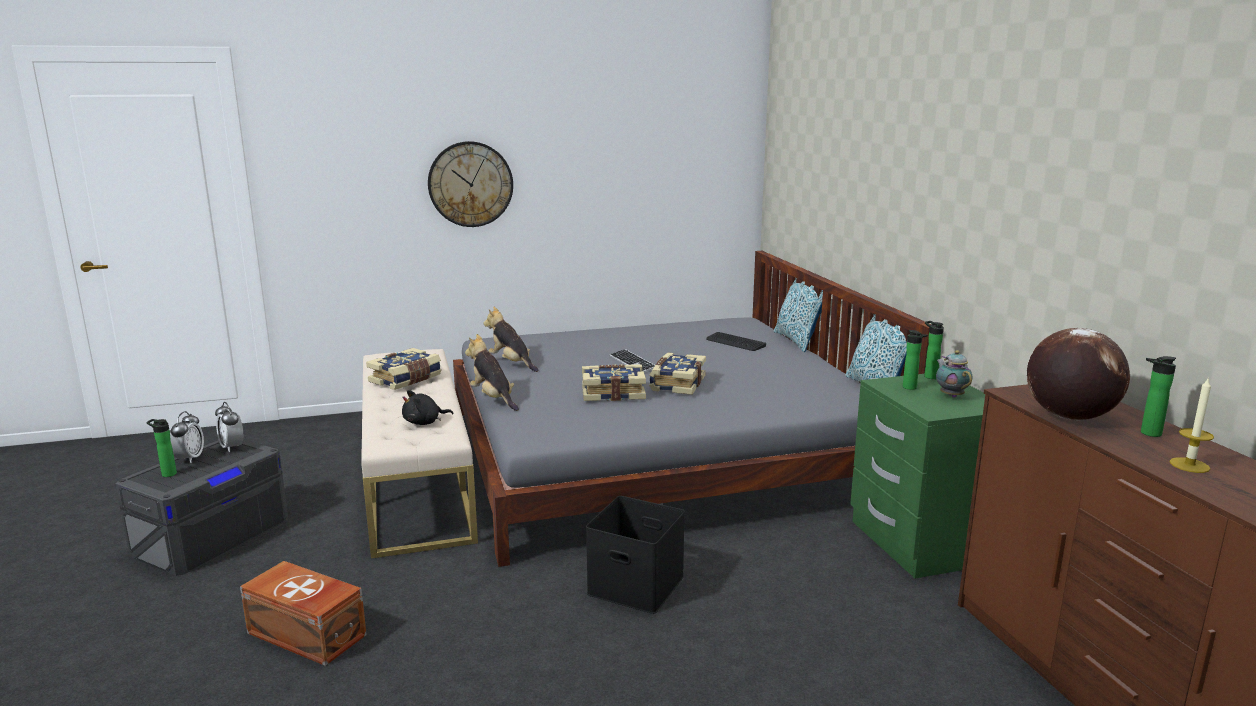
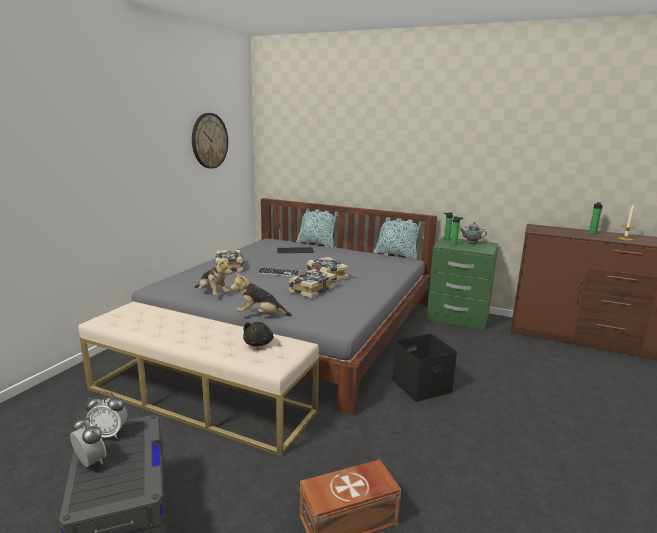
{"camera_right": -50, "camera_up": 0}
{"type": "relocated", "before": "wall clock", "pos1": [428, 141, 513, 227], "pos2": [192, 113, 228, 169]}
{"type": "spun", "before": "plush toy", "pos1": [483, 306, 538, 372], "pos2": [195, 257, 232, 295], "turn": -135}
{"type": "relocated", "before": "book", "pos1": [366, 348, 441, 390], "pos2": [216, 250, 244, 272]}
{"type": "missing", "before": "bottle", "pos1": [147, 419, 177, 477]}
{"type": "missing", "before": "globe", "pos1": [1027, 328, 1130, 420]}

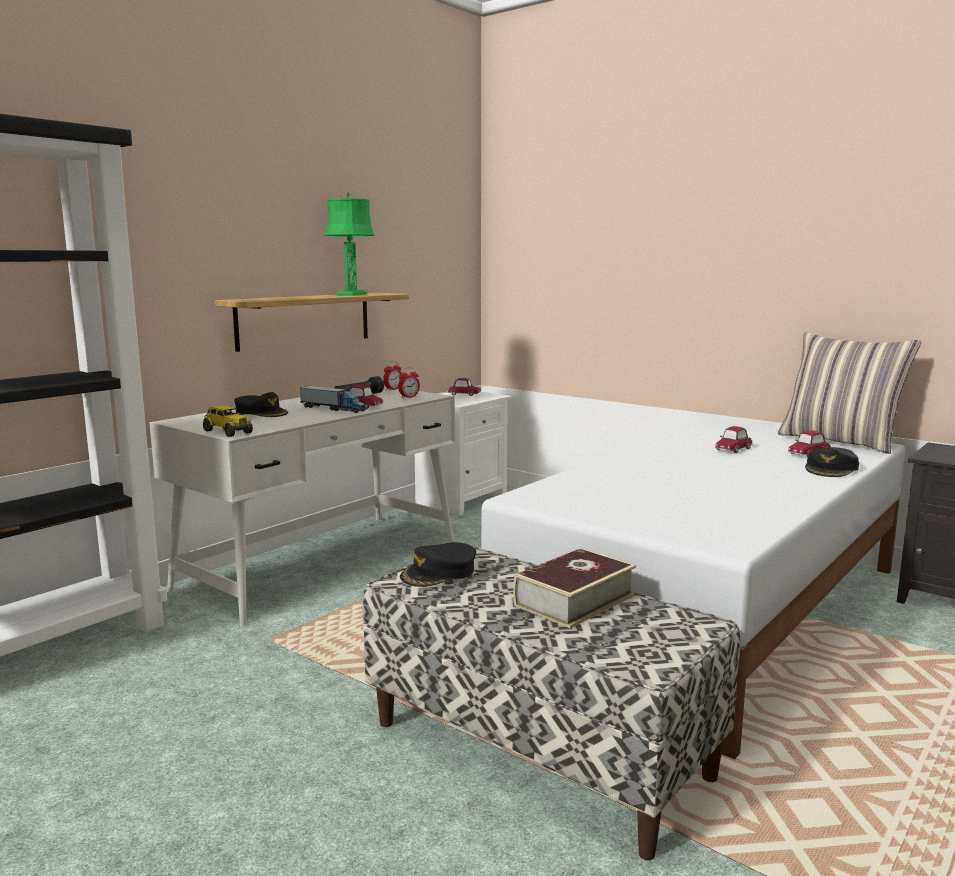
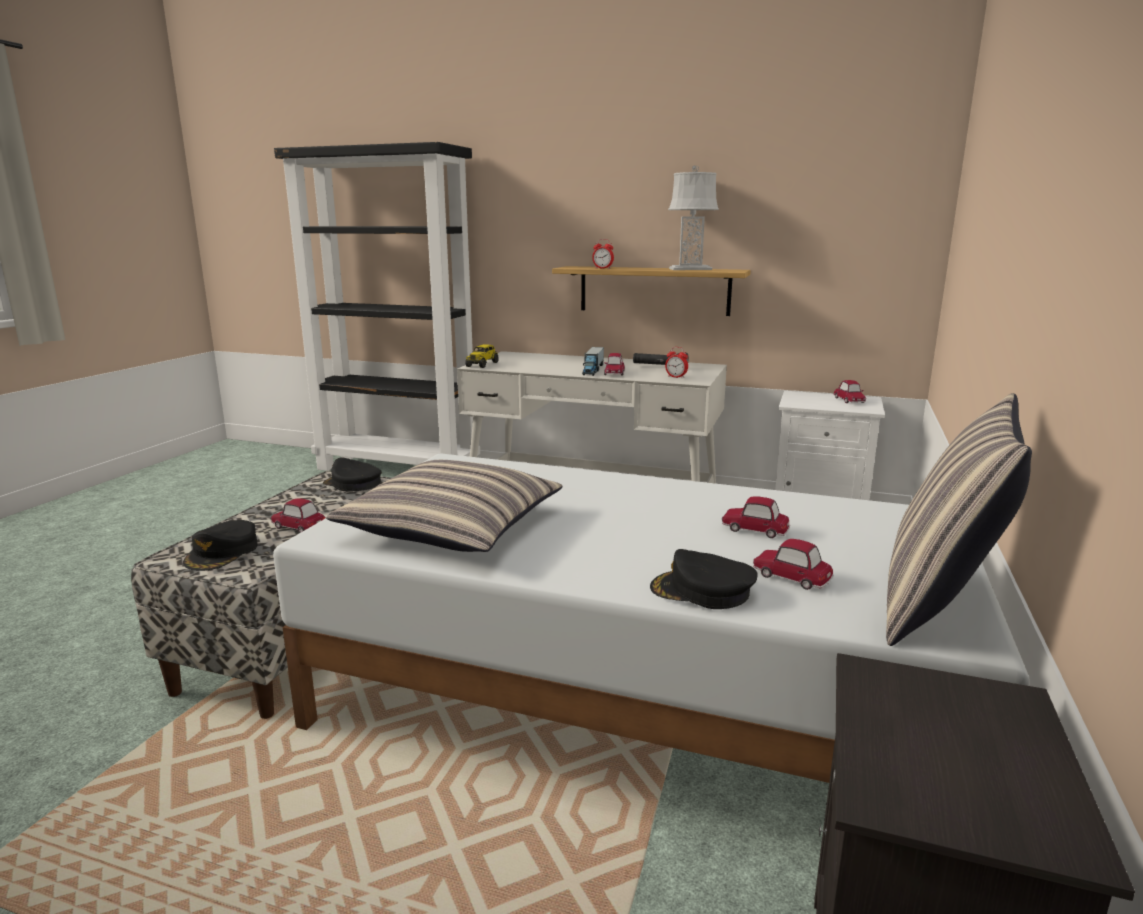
{"camera_right": 70, "camera_up": 5}
{"type": "relocated", "before": "black cap", "pos1": [234, 392, 288, 417], "pos2": [183, 520, 258, 571]}
{"type": "exchanged", "before": "book", "after": "toy car", "pos1": [513, 548, 636, 628], "pos2": [271, 498, 326, 533]}
{"type": "appeared", "after": "pillow", "pos2": [326, 460, 563, 552]}
{"type": "relocated", "before": "alarm clock", "pos1": [383, 361, 402, 391], "pos2": [592, 239, 614, 269]}
{"type": "colour", "before": "green table lamp", "after": "grey table lamp", "pos1": [324, 192, 375, 296], "pos2": [668, 166, 719, 270]}

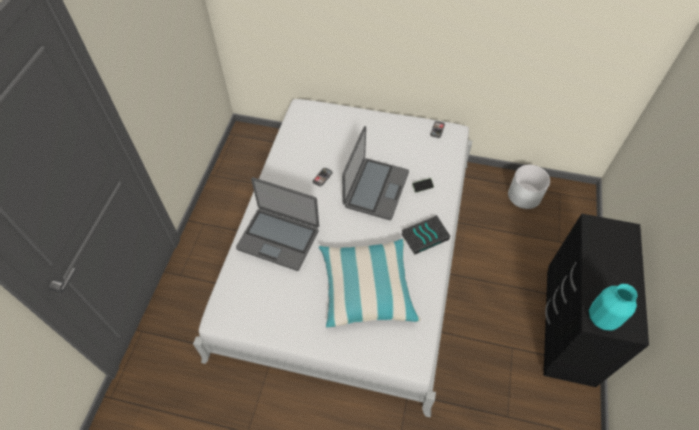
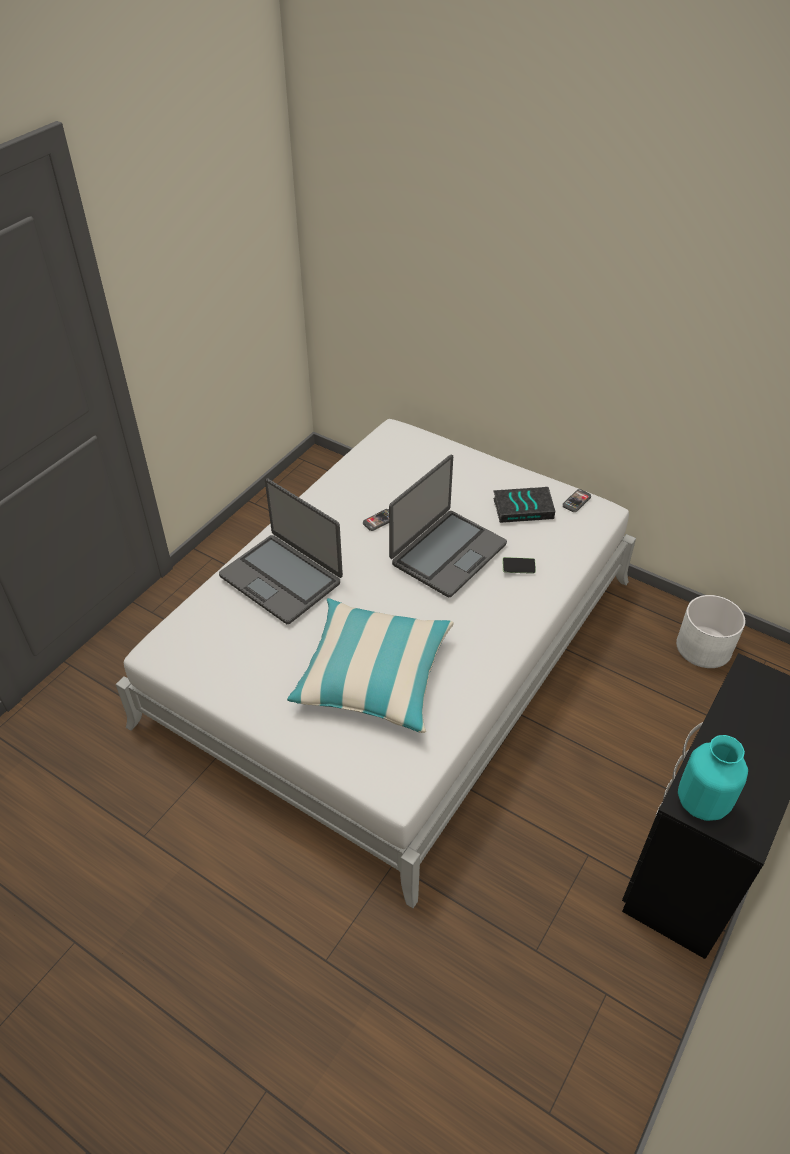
{"camera_right": 20, "camera_up": -10}
{"type": "relocated", "before": "book", "pos1": [402, 215, 450, 255], "pos2": [493, 487, 555, 523]}

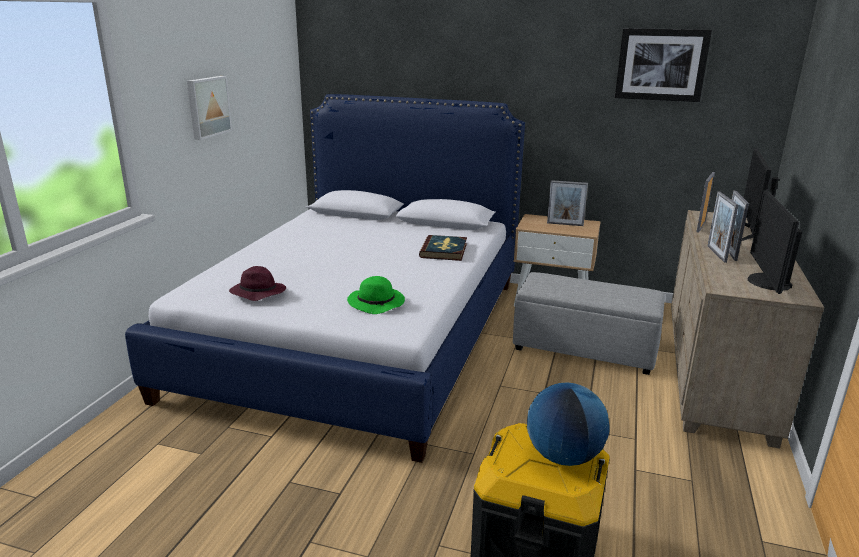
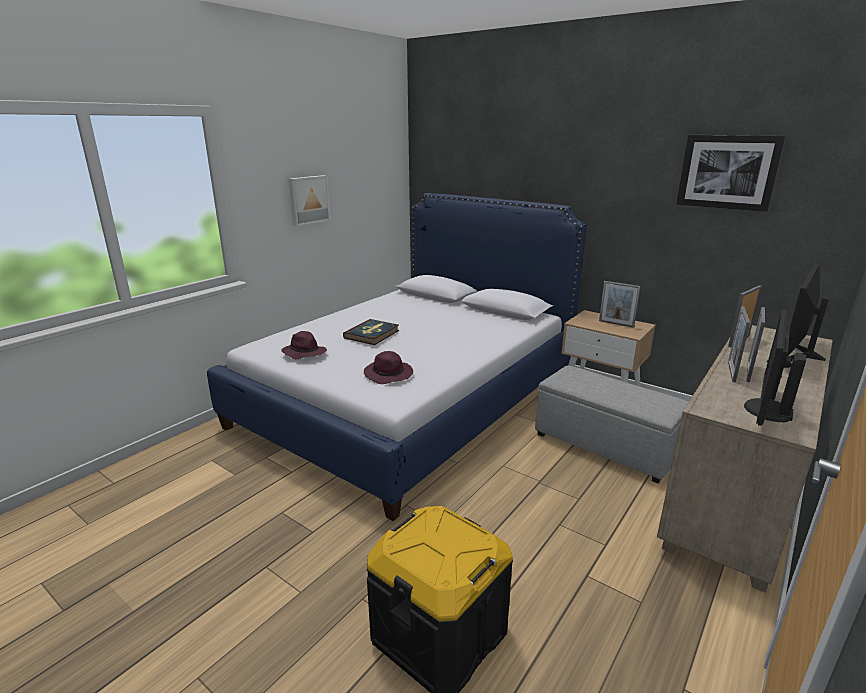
{"camera_right": 20, "camera_up": 0}
{"type": "relocated", "before": "book", "pos1": [419, 235, 467, 261], "pos2": [343, 319, 399, 345]}
{"type": "colour", "before": "green hat", "after": "purple hat", "pos1": [347, 276, 405, 314], "pos2": [364, 351, 413, 384]}
{"type": "missing", "before": "globe", "pos1": [527, 383, 610, 466]}

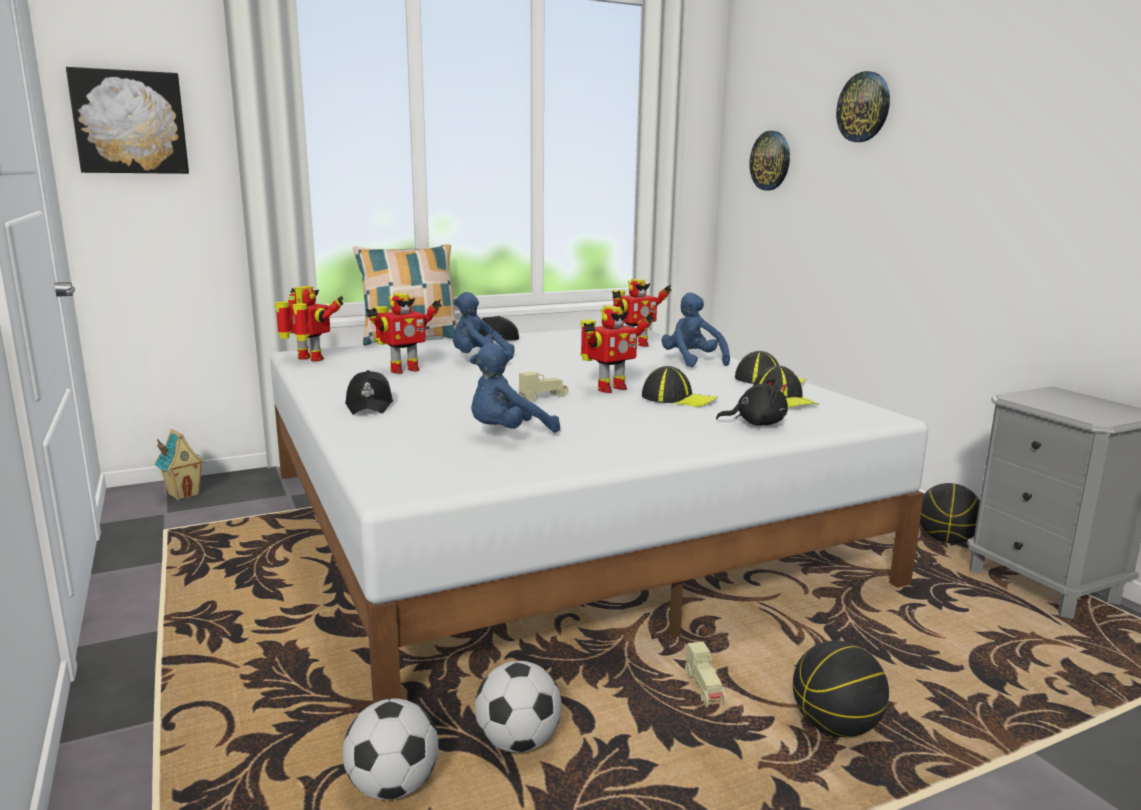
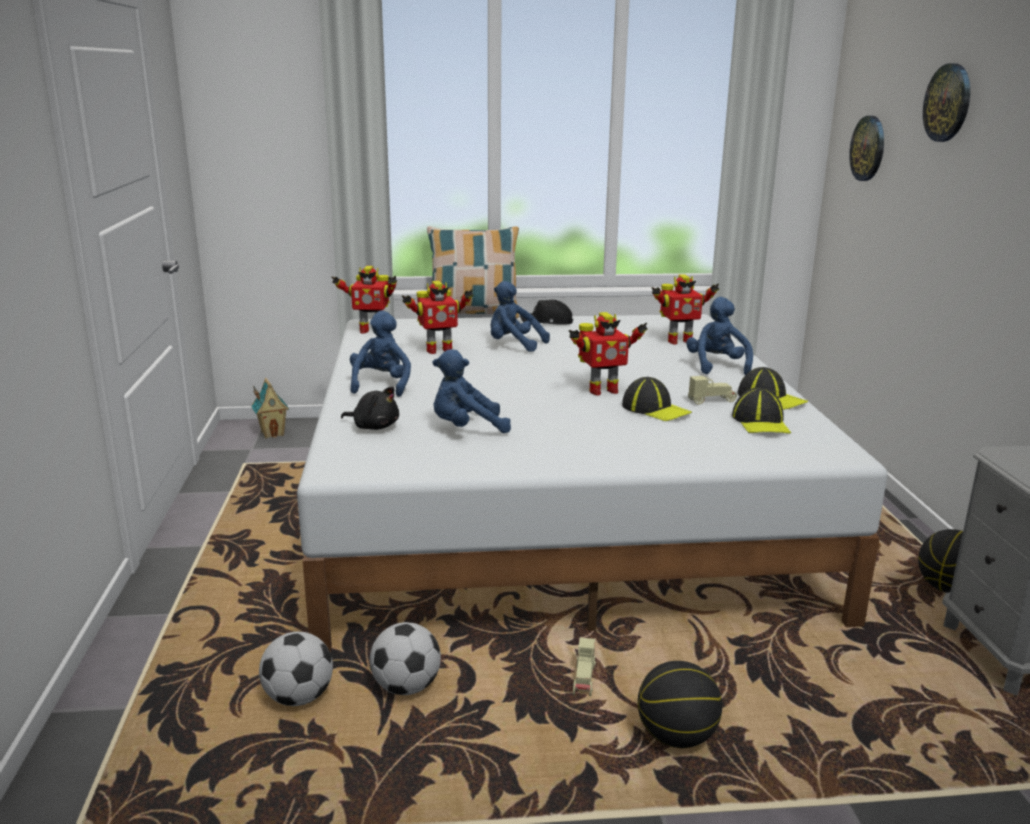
{"camera_right": 20, "camera_up": 5}
{"type": "spun", "before": "toy robot", "pos1": [275, 286, 344, 362], "pos2": [331, 266, 397, 334], "turn": 135}
{"type": "relocated", "before": "black plush toy", "pos1": [716, 378, 788, 426], "pos2": [341, 387, 399, 430]}
{"type": "exchanged", "before": "black cap", "after": "blue plush toy", "pos1": [345, 370, 393, 415], "pos2": [350, 311, 411, 397]}
{"type": "relocated", "before": "beige toy car", "pos1": [518, 371, 568, 402], "pos2": [688, 376, 737, 404]}
{"type": "missing", "before": "picture", "pos1": [66, 67, 189, 174]}

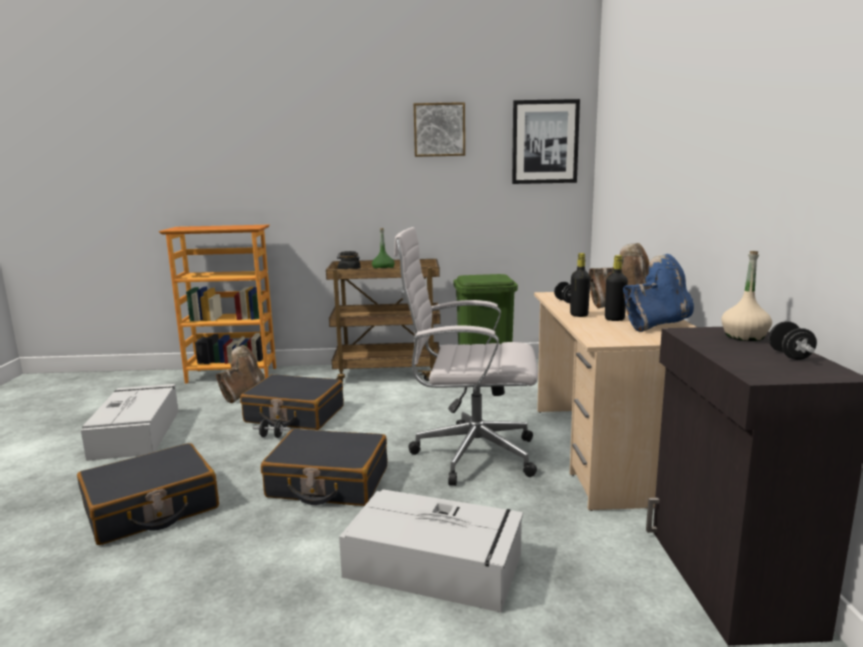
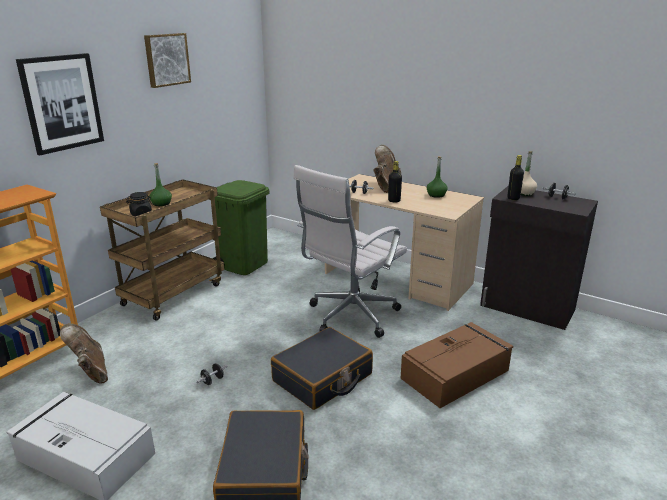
{"camera_right": -55, "camera_up": 10}
{"type": "relocated", "before": "picture", "pos1": [512, 99, 580, 184], "pos2": [16, 53, 104, 155]}
{"type": "colour", "before": "grey storage box", "after": "brown storage box", "pos1": [339, 489, 523, 613], "pos2": [400, 322, 513, 408]}
{"type": "exchanged", "before": "blue boot", "after": "green bottle", "pos1": [623, 254, 694, 332], "pos2": [427, 156, 448, 198]}
{"type": "relocated", "before": "black bottle", "pos1": [605, 255, 628, 321], "pos2": [507, 155, 524, 200]}
{"type": "missing", "before": "black suitcase", "pos1": [240, 374, 344, 430]}

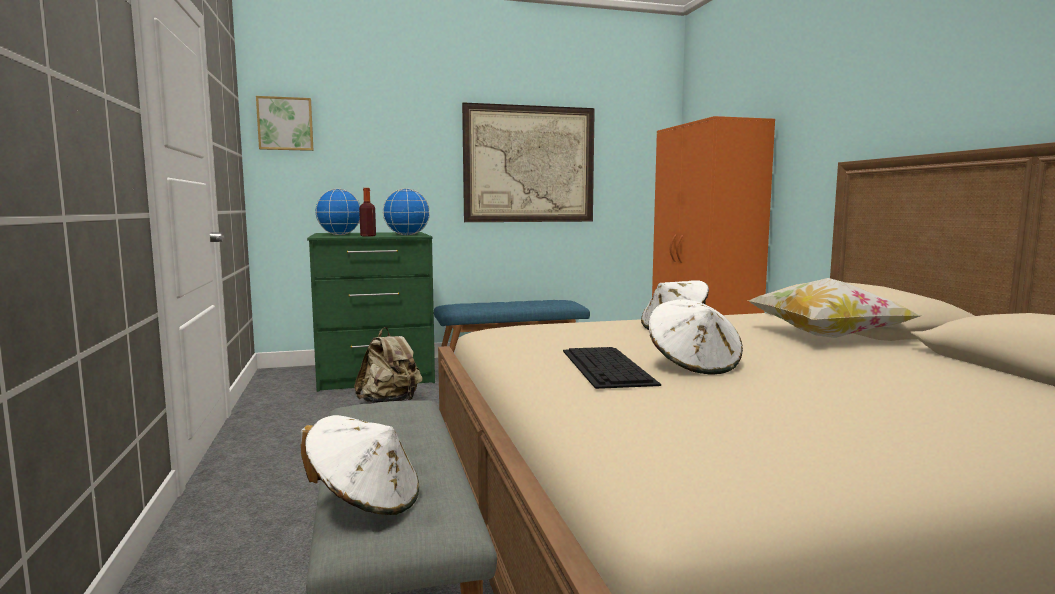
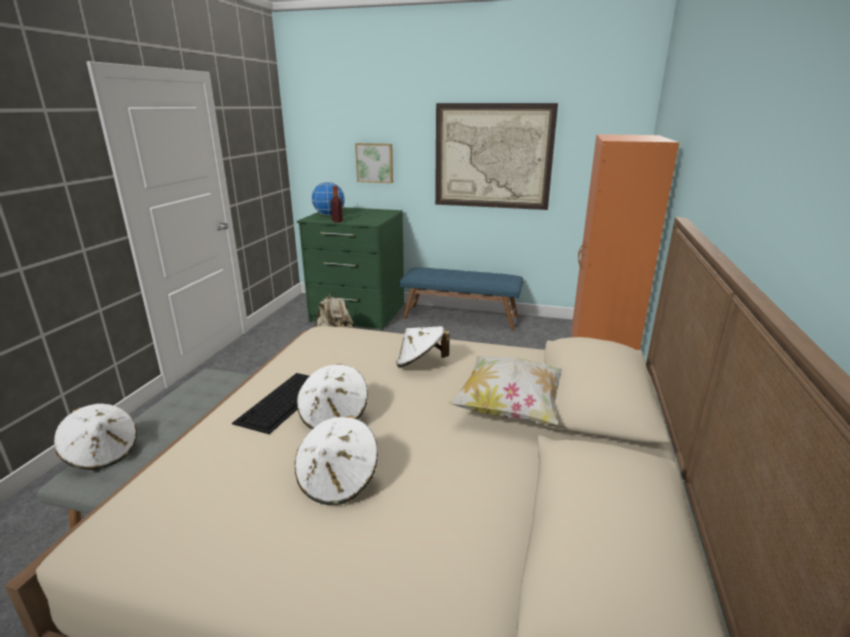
{"camera_right": 30, "camera_up": 15}
{"type": "appeared", "after": "white hat", "pos2": [295, 415, 378, 505]}
{"type": "relocated", "before": "picture", "pos1": [256, 96, 314, 151], "pos2": [355, 143, 393, 183]}
{"type": "missing", "before": "globe", "pos1": [383, 188, 430, 235]}

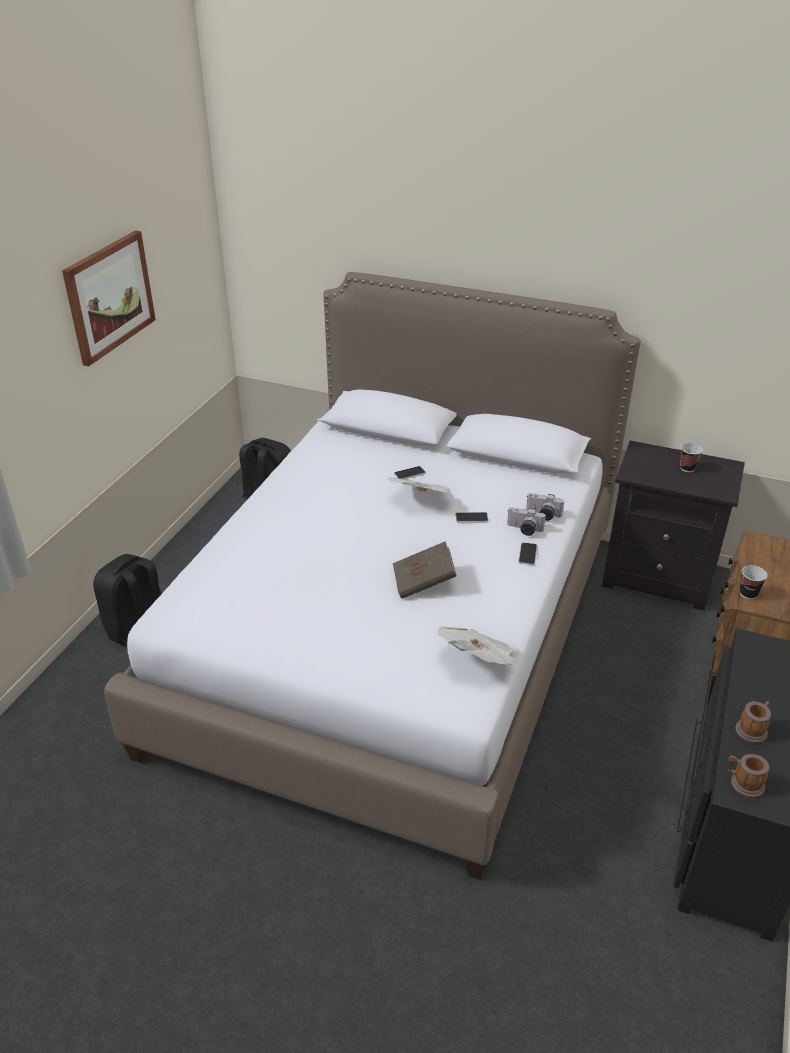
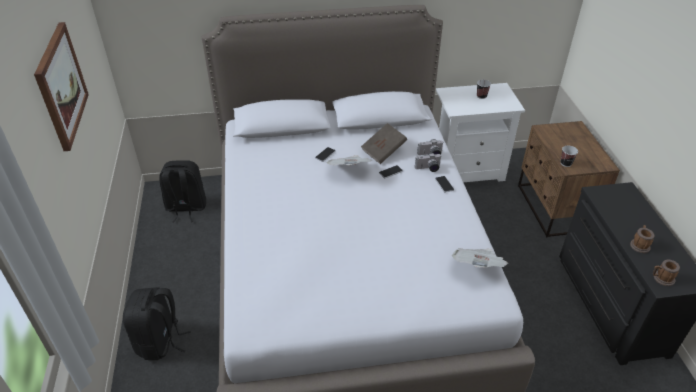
{"camera_right": -30, "camera_up": 5}
{"type": "relocated", "before": "brown book", "pos1": [393, 541, 457, 599], "pos2": [361, 123, 407, 164]}
{"type": "colour", "before": "black nightstand", "after": "white nightstand", "pos1": [602, 441, 745, 611], "pos2": [436, 83, 525, 182]}

